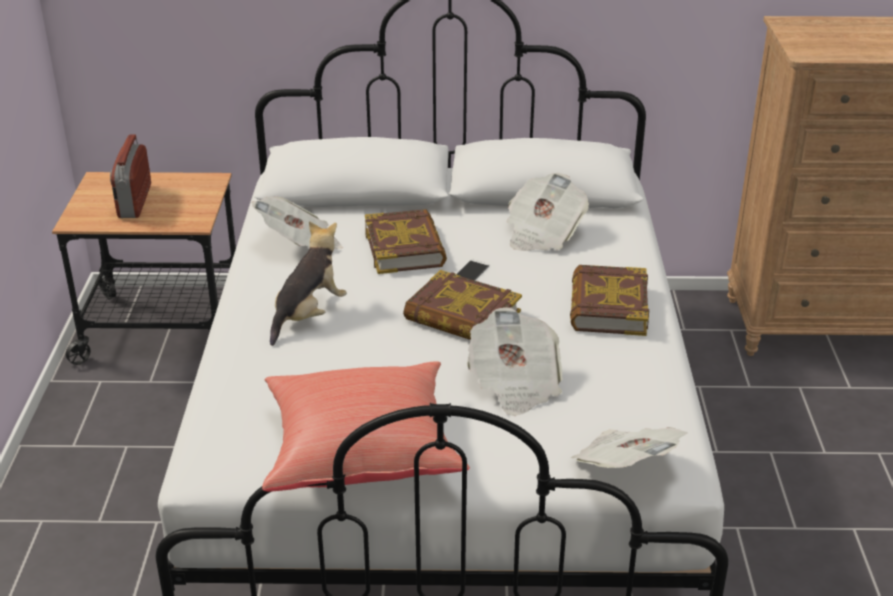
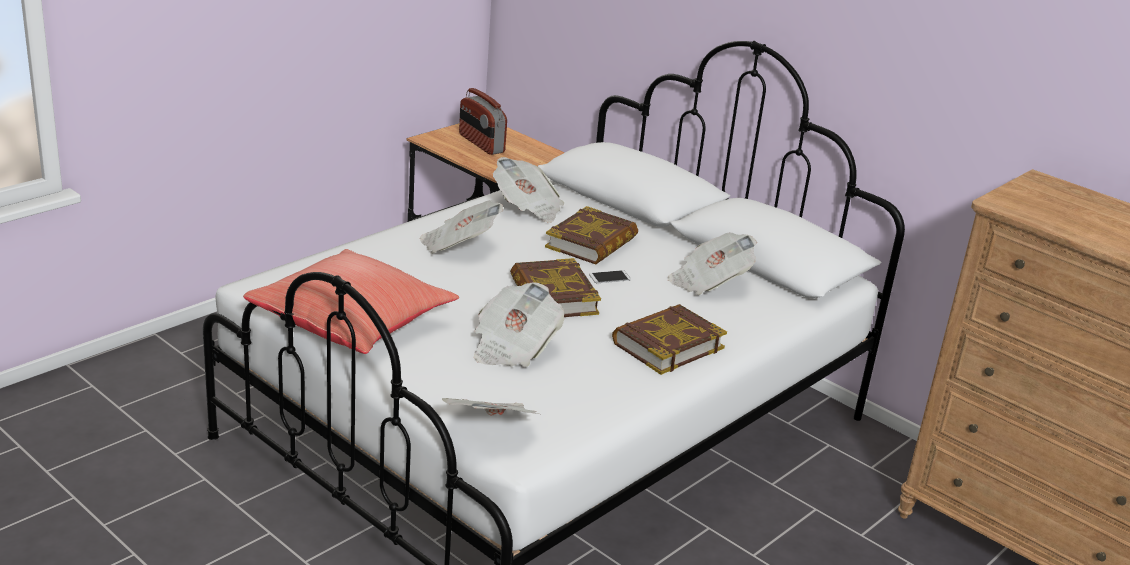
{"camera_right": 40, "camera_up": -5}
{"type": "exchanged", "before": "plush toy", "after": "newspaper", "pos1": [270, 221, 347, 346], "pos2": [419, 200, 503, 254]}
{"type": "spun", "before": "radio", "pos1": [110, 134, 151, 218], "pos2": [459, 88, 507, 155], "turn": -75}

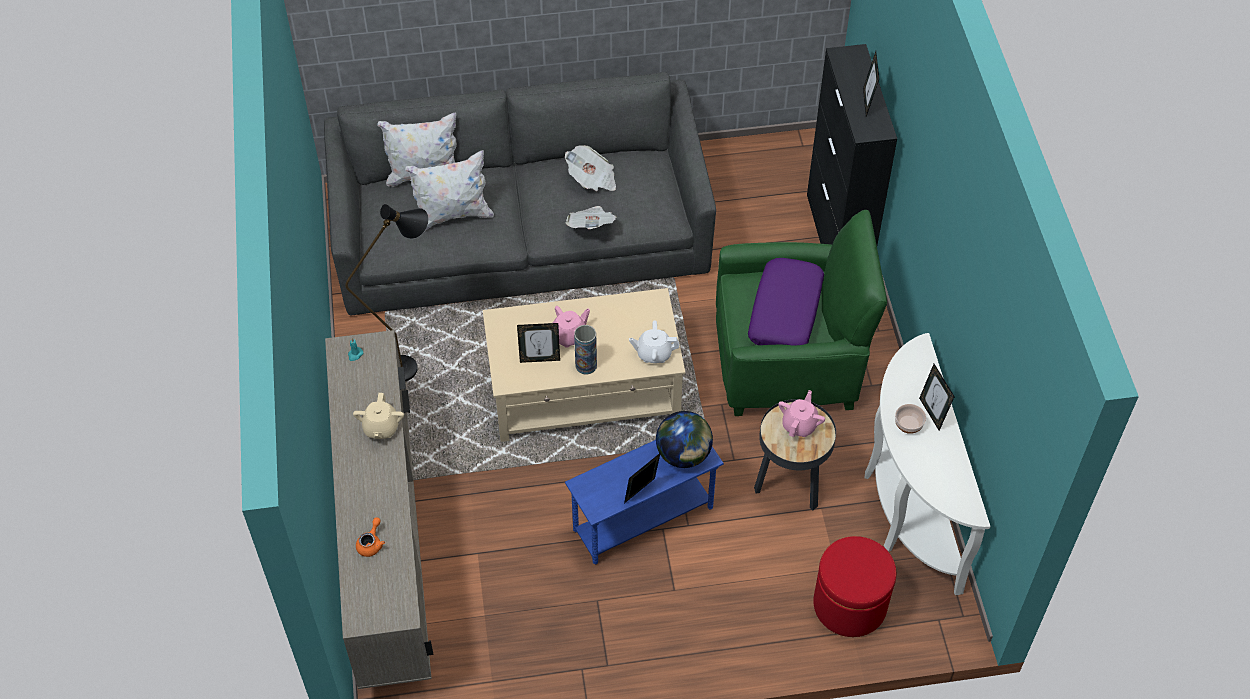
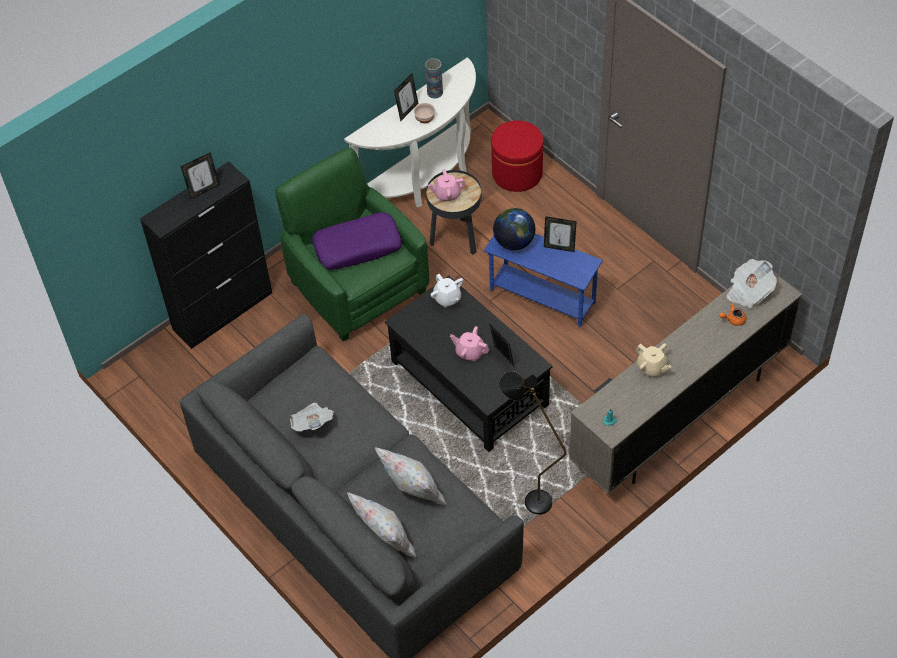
{"camera_right": -120, "camera_up": 0}
{"type": "colour", "before": "beige coffee table", "after": "black coffee table", "pos1": [483, 288, 686, 442], "pos2": [385, 276, 553, 452]}
{"type": "relocated", "before": "vase", "pos1": [574, 325, 597, 375], "pos2": [425, 58, 443, 99]}
{"type": "spun", "before": "beige teapot", "pos1": [353, 393, 404, 439], "pos2": [636, 343, 672, 378], "turn": 75}
{"type": "relocated", "before": "newspaper", "pos1": [566, 206, 617, 229], "pos2": [727, 259, 777, 308]}

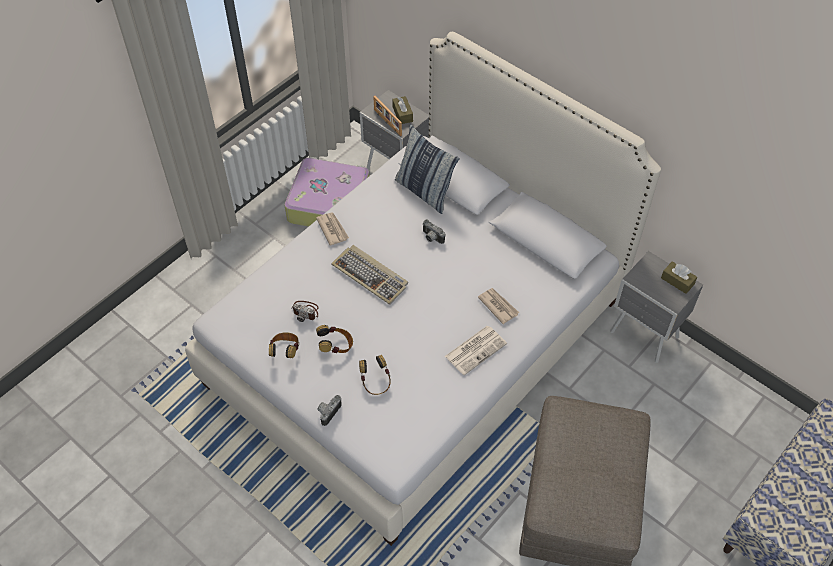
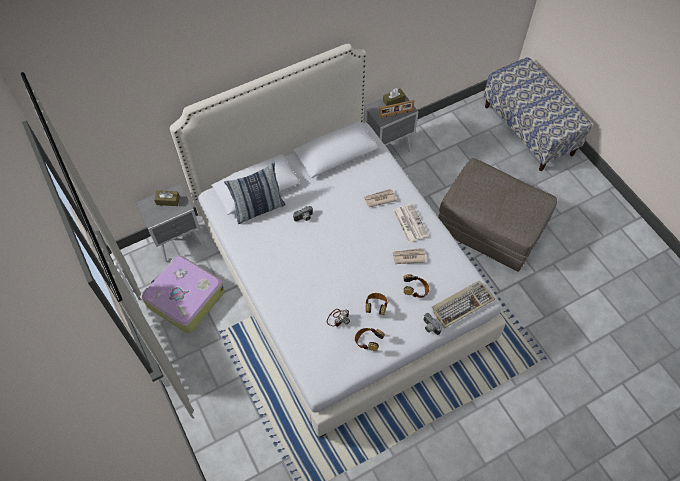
{"camera_right": -70, "camera_up": 5}
{"type": "relocated", "before": "picture frame", "pos1": [373, 96, 402, 136], "pos2": [379, 100, 414, 118]}
{"type": "relocated", "before": "newspaper", "pos1": [316, 212, 349, 246], "pos2": [392, 248, 426, 264]}
{"type": "relocated", "before": "keyboard", "pos1": [331, 245, 408, 305], "pos2": [432, 280, 495, 328]}

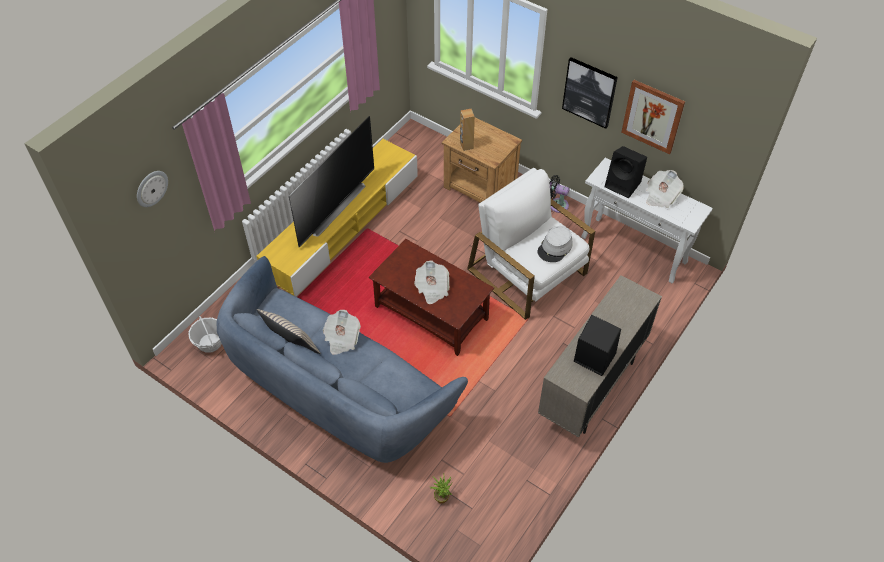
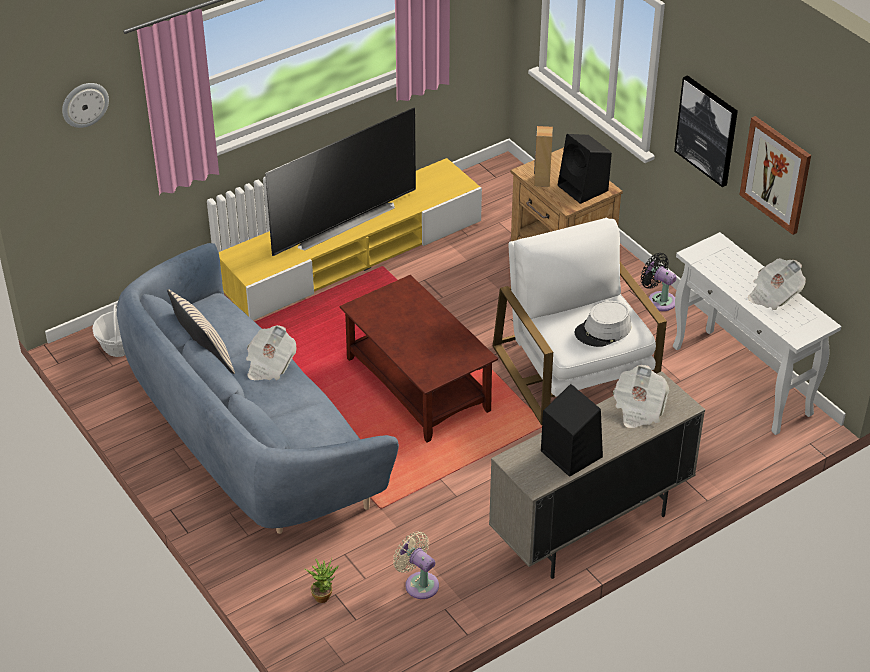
{"camera_right": 20, "camera_up": -10}
{"type": "appeared", "after": "beige fan", "pos2": [393, 531, 439, 599]}
{"type": "relocated", "before": "black speaker", "pos1": [604, 146, 647, 198], "pos2": [558, 134, 612, 204]}
{"type": "relocated", "before": "newspaper", "pos1": [414, 260, 450, 304], "pos2": [613, 365, 670, 428]}

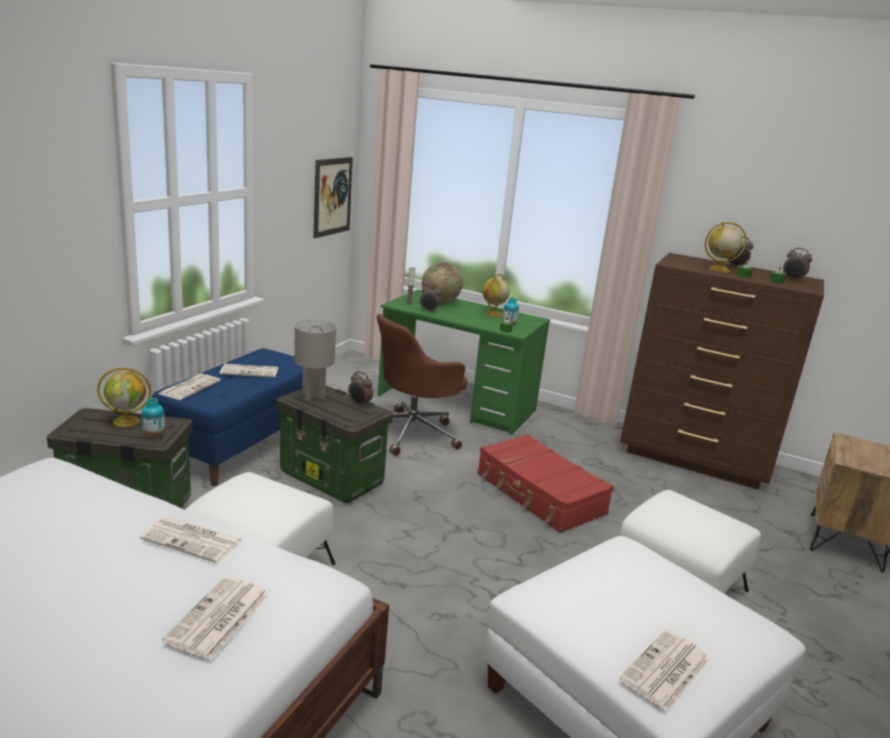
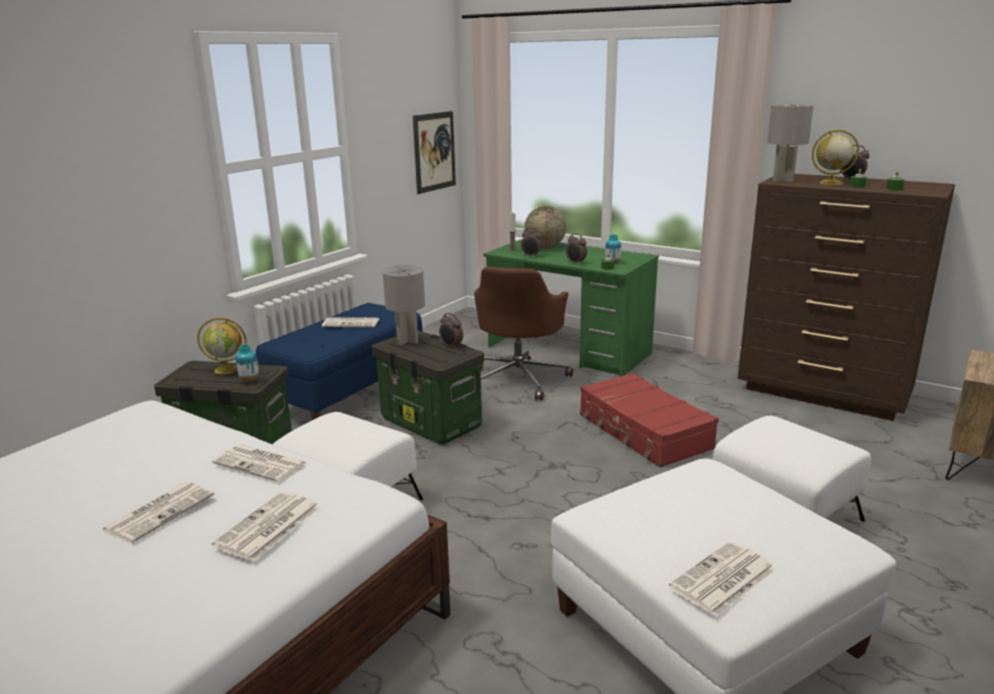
{"camera_right": 10, "camera_up": 0}
{"type": "relocated", "before": "newspaper", "pos1": [158, 374, 221, 400], "pos2": [102, 482, 214, 544]}
{"type": "spun", "before": "brown office chair", "pos1": [377, 314, 467, 456], "pos2": [474, 267, 573, 400], "turn": -45}
{"type": "relocated", "before": "alarm clock", "pos1": [783, 248, 812, 283], "pos2": [566, 233, 587, 265]}
{"type": "appeared", "after": "grey table lamp", "pos2": [767, 104, 814, 182]}
{"type": "missing", "before": "globe", "pos1": [482, 274, 510, 317]}

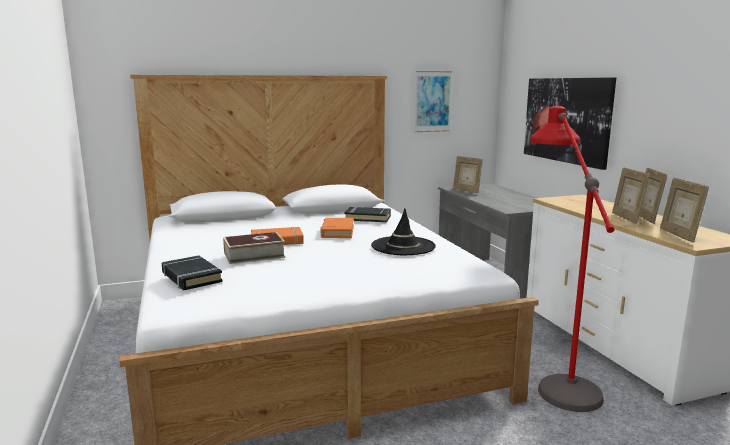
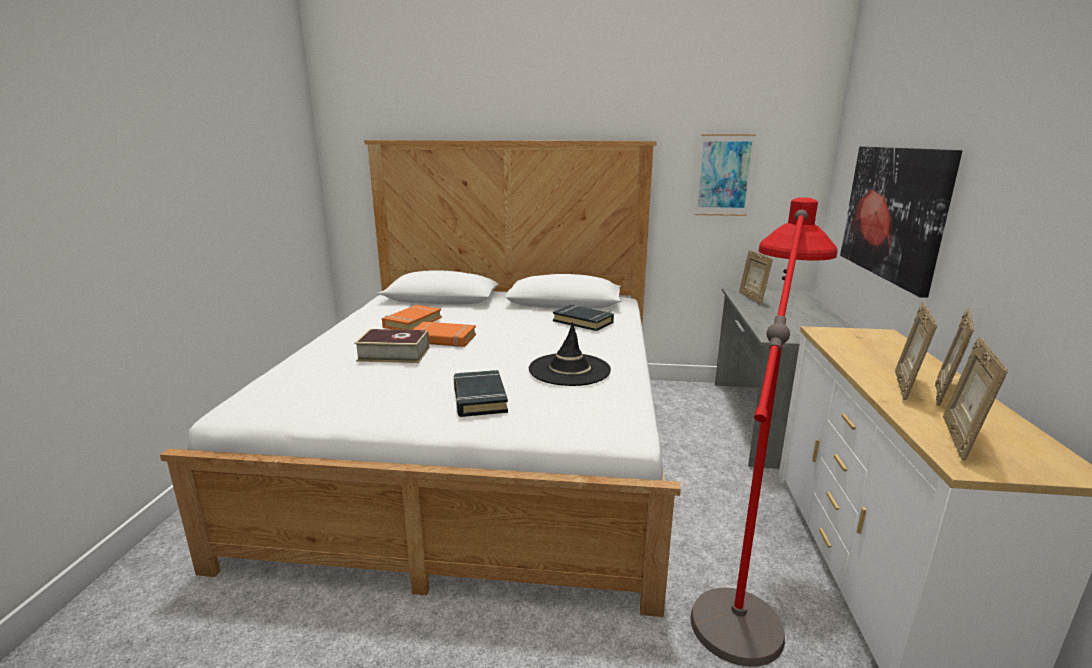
{"camera_right": 25, "camera_up": 5}
{"type": "relocated", "before": "orange book", "pos1": [321, 218, 354, 238], "pos2": [382, 305, 442, 330]}
{"type": "relocated", "before": "black book", "pos1": [162, 255, 223, 290], "pos2": [453, 370, 508, 417]}

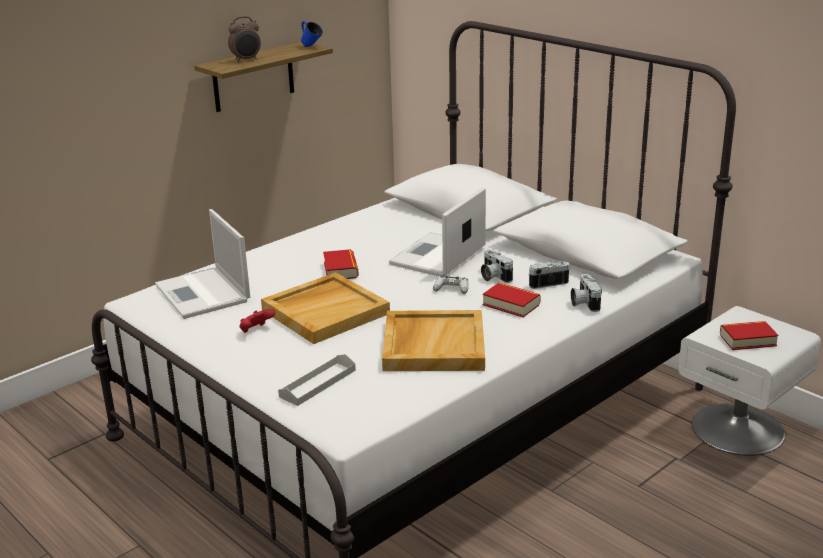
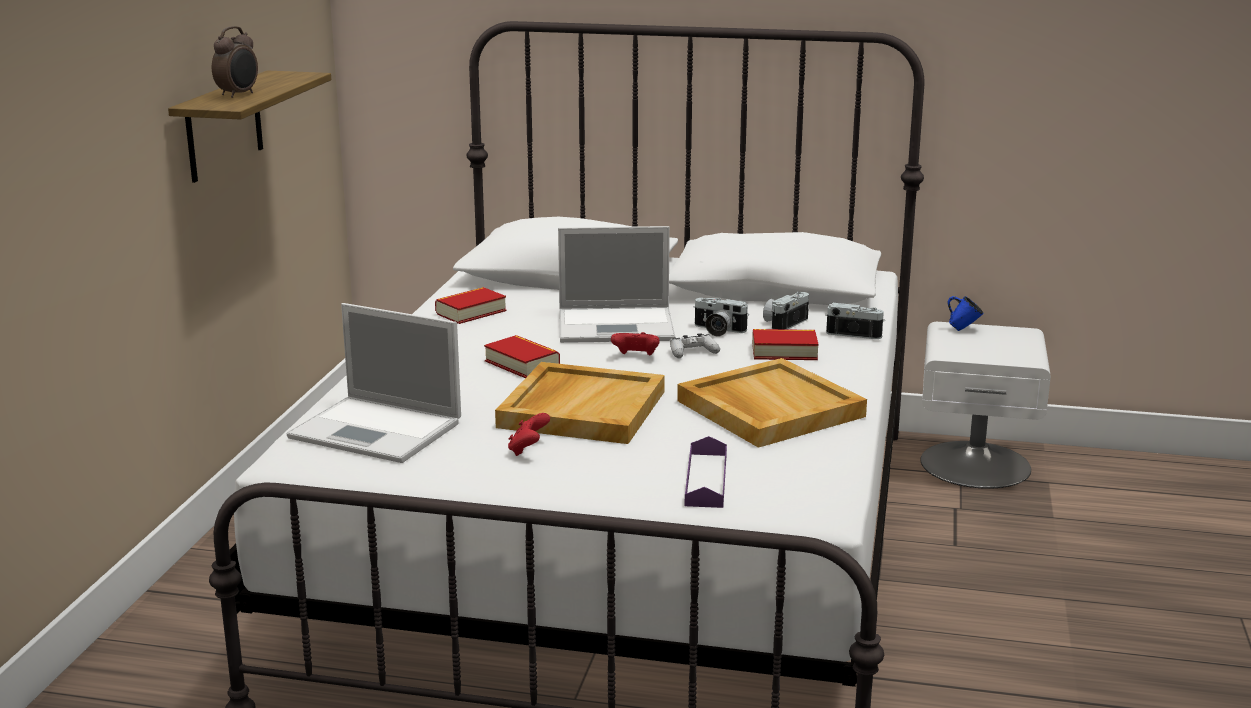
{"camera_right": -35, "camera_up": -5}
{"type": "relocated", "before": "book", "pos1": [720, 321, 778, 350], "pos2": [435, 287, 506, 324]}
{"type": "spun", "before": "laptop", "pos1": [389, 187, 486, 276], "pos2": [558, 226, 675, 343], "turn": -90}
{"type": "appeared", "after": "red game controller", "pos2": [611, 332, 660, 355]}
{"type": "colour", "before": "grey tray", "after": "purple tray", "pos1": [278, 354, 356, 406], "pos2": [685, 436, 727, 508]}
{"type": "spun", "before": "photo camera", "pos1": [571, 274, 602, 312], "pos2": [825, 303, 885, 339], "turn": 150}
{"type": "relocated", "before": "blue mug", "pos1": [301, 21, 323, 47], "pos2": [947, 296, 984, 331]}

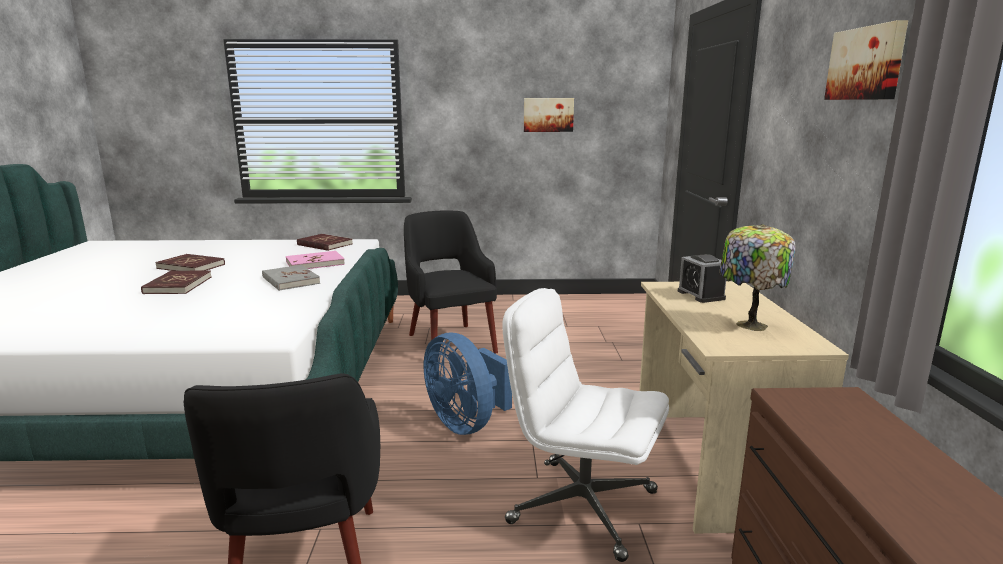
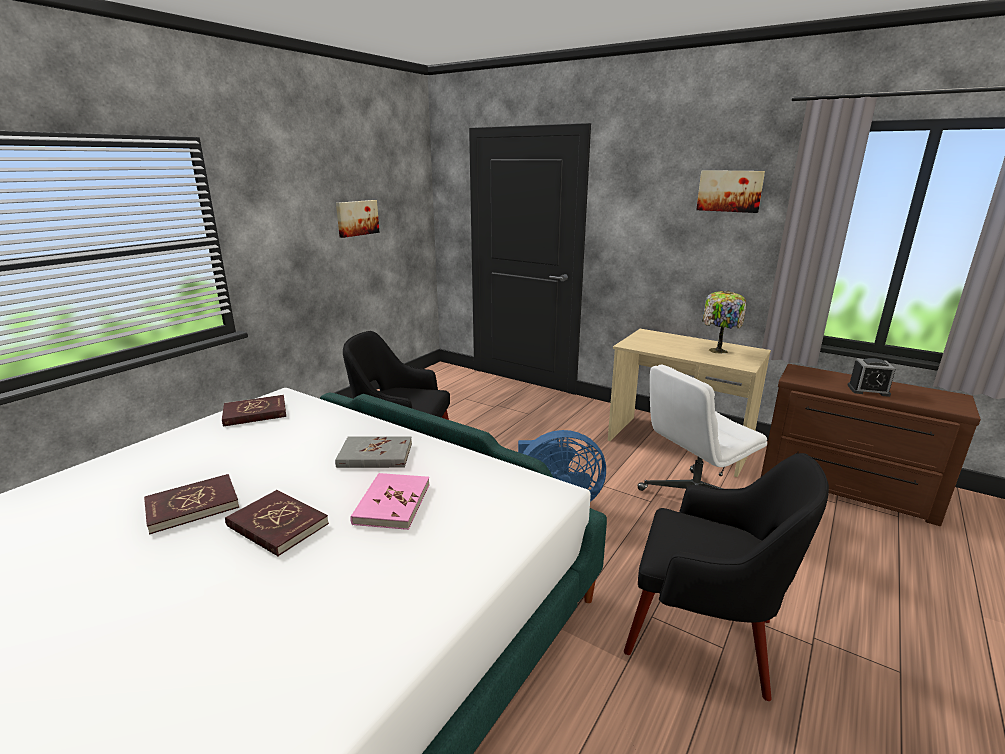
{"camera_right": -55, "camera_up": 5}
{"type": "relocated", "before": "pink book", "pos1": [286, 251, 345, 269], "pos2": [350, 473, 430, 530]}
{"type": "relocated", "before": "alarm clock", "pos1": [678, 254, 726, 303], "pos2": [847, 358, 896, 397]}

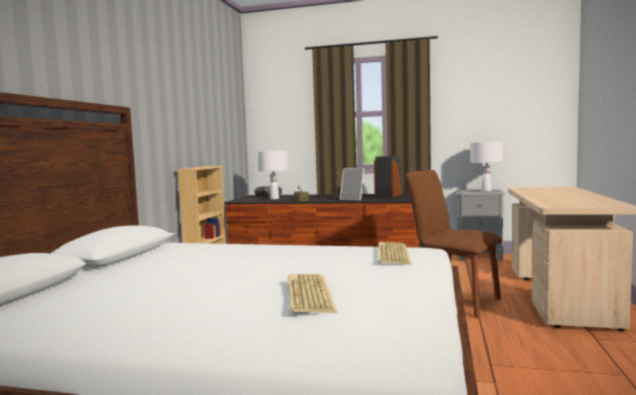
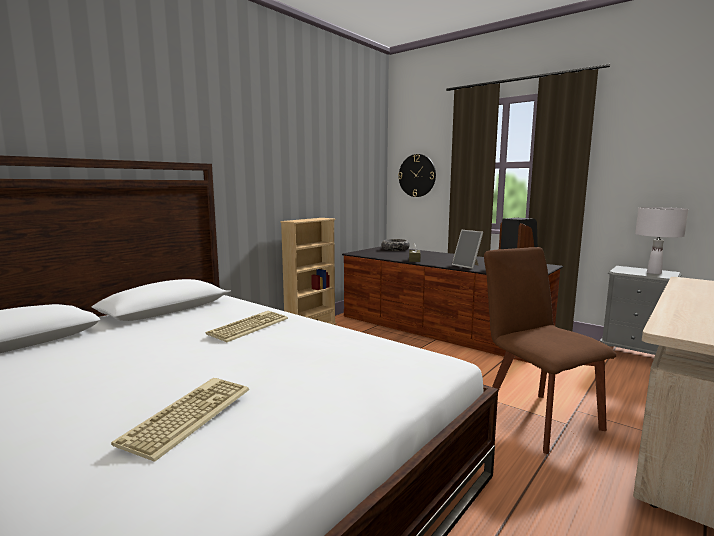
{"camera_right": 25, "camera_up": 5}
{"type": "relocated", "before": "keyboard", "pos1": [378, 242, 411, 265], "pos2": [205, 311, 288, 342]}
{"type": "appeared", "after": "wall clock", "pos2": [398, 154, 436, 197]}
{"type": "missing", "before": "white table lamp", "pos1": [258, 151, 288, 199]}

